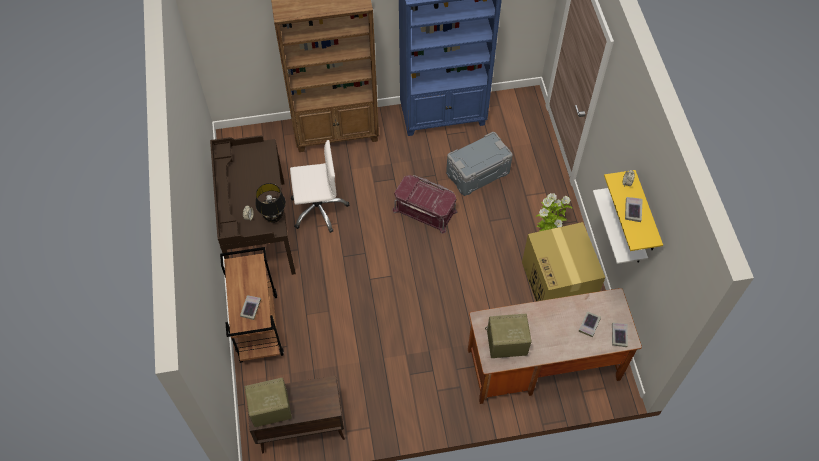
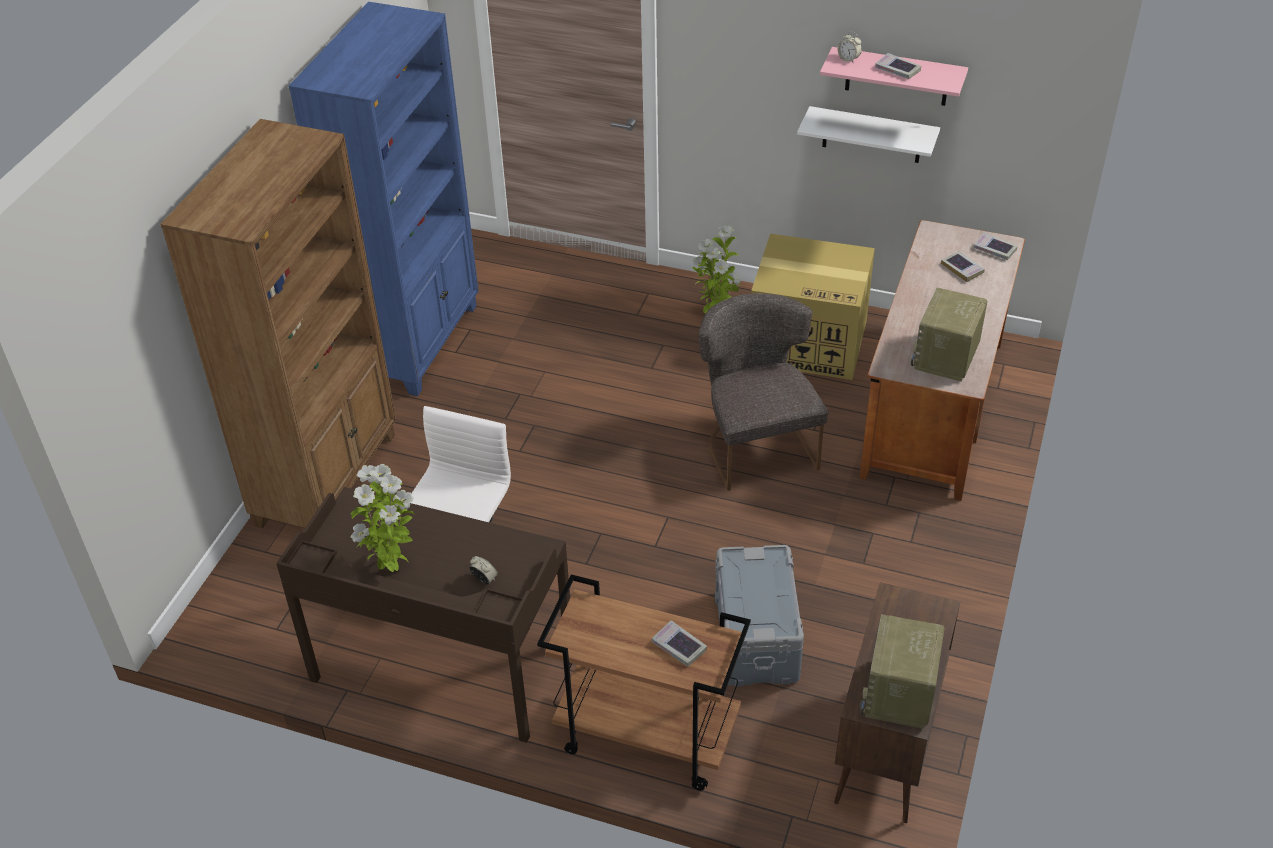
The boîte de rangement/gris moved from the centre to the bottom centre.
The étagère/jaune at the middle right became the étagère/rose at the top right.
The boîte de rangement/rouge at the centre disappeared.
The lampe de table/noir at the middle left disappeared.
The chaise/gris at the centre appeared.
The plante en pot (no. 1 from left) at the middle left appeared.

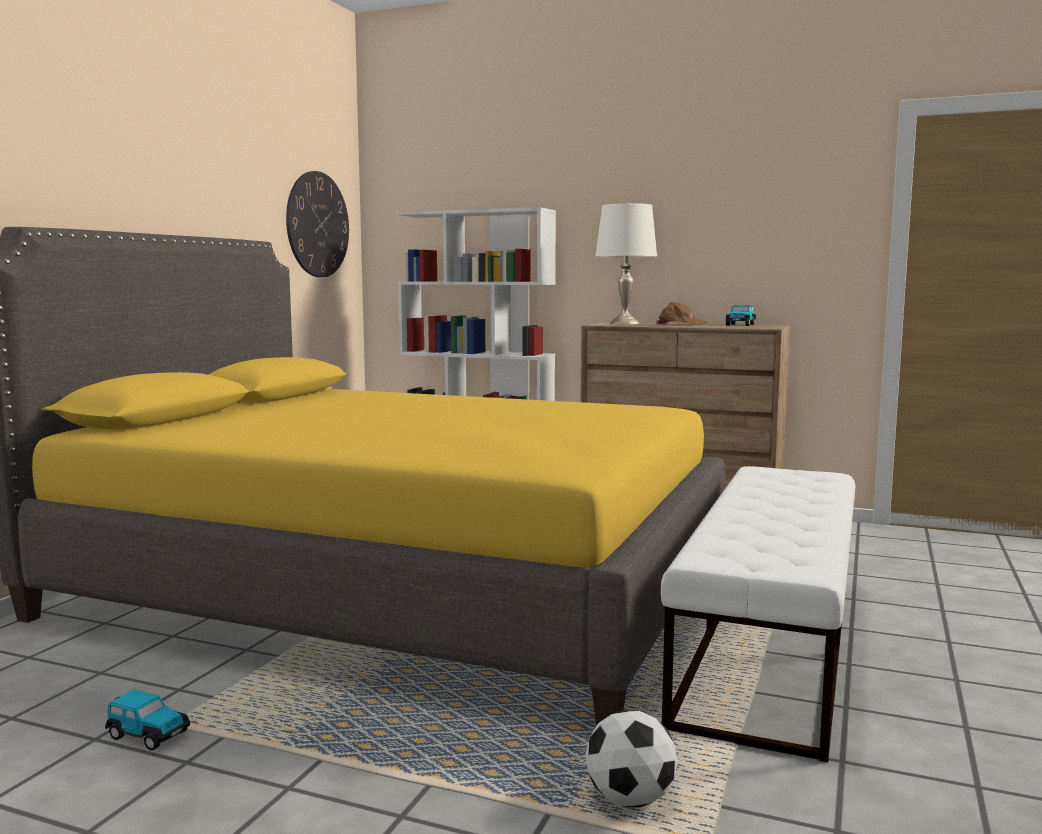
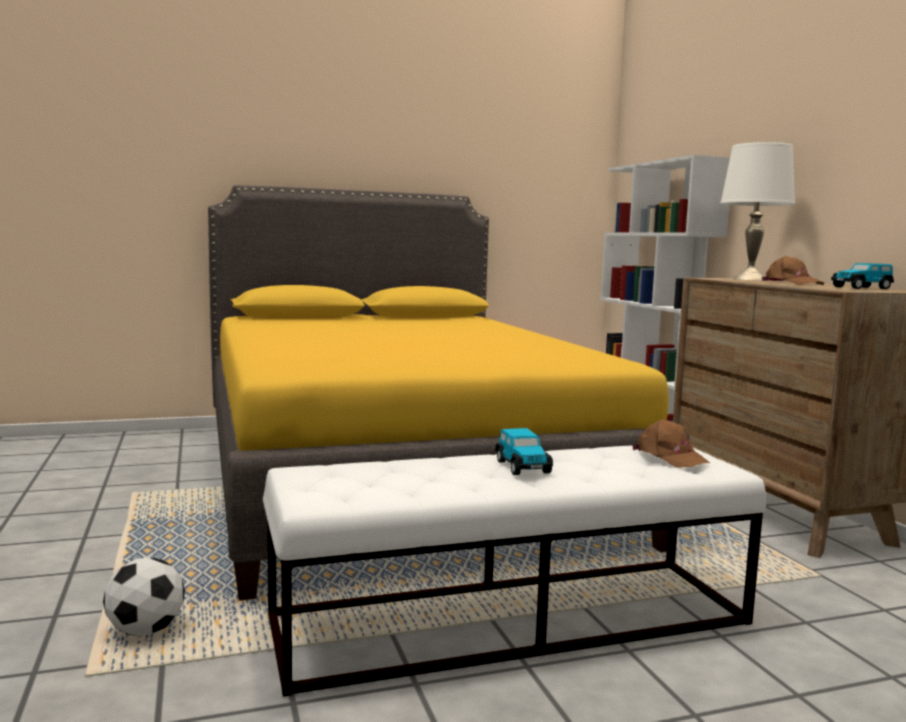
The horloge murale at the top left disappeared.
The petite voiture (no. 1 from left) moved from the bottom left to the centre.
The casquette/marron (no. 1 from left) at the middle right appeared.

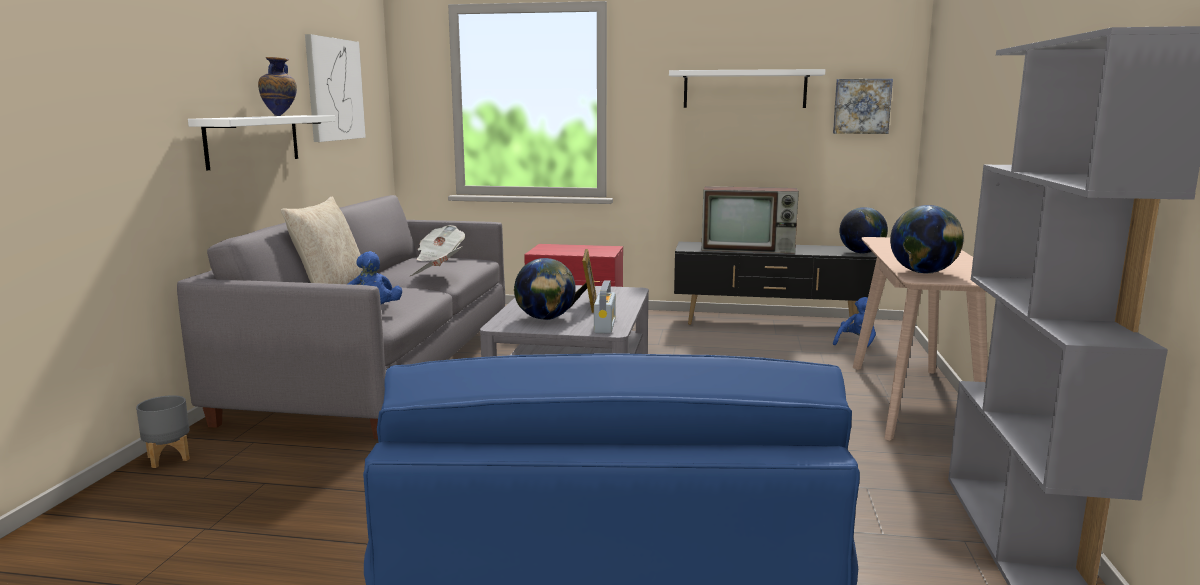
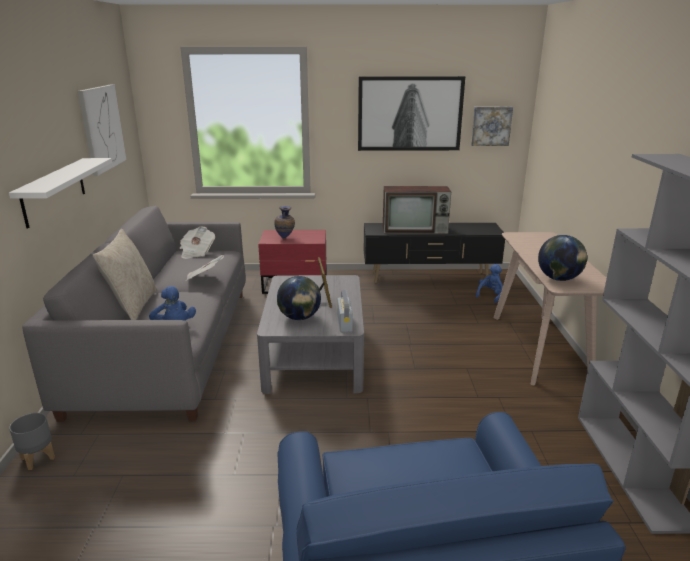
The vase moved from the top left to the centre.
The étagère/blanc (no. 2 from left) at the top centre was replaced by the tableau (no. 2 from left) at the top centre.
The globe (no. 2 from left) at the middle right disappeared.

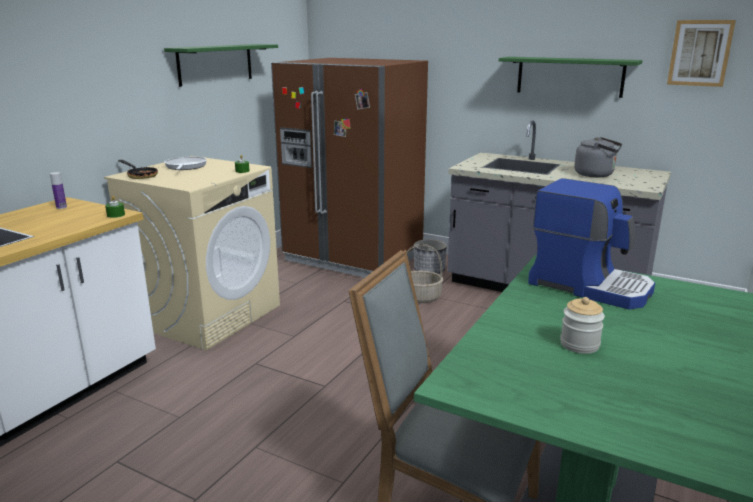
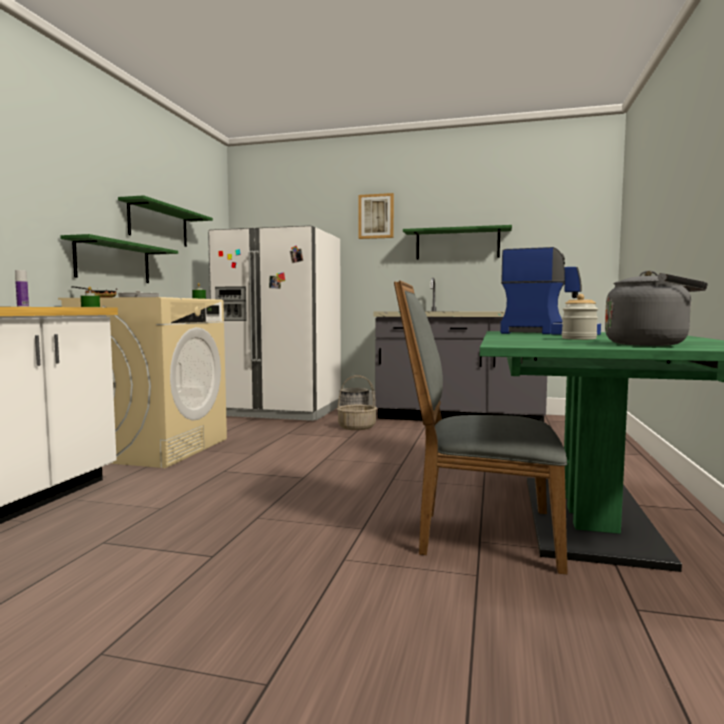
The tableau moved from the top right to the top centre.
The réfrigérateur/marron at the centre became the réfrigérateur/blanc at the centre.
The bouilloire/gris moved from the top right to the middle right.
The étagère/vert (no. 1 from left) at the middle left appeared.

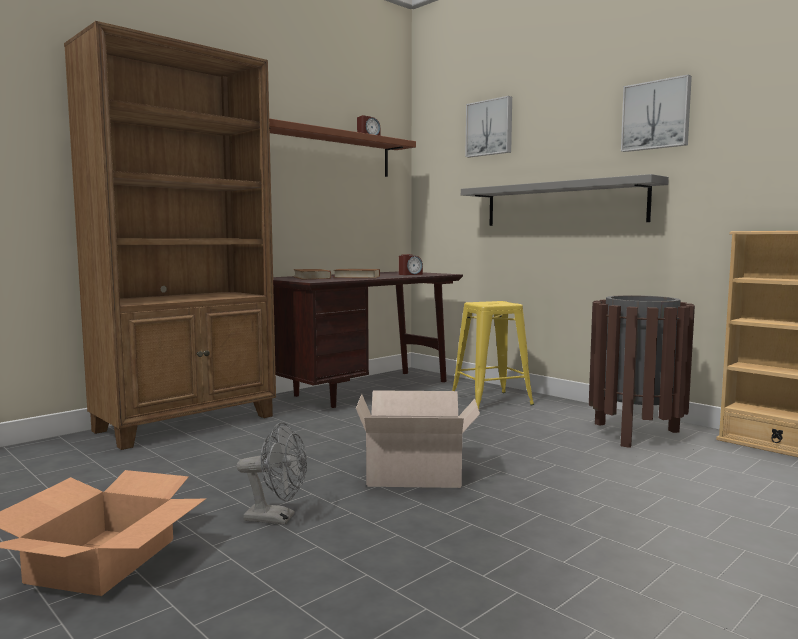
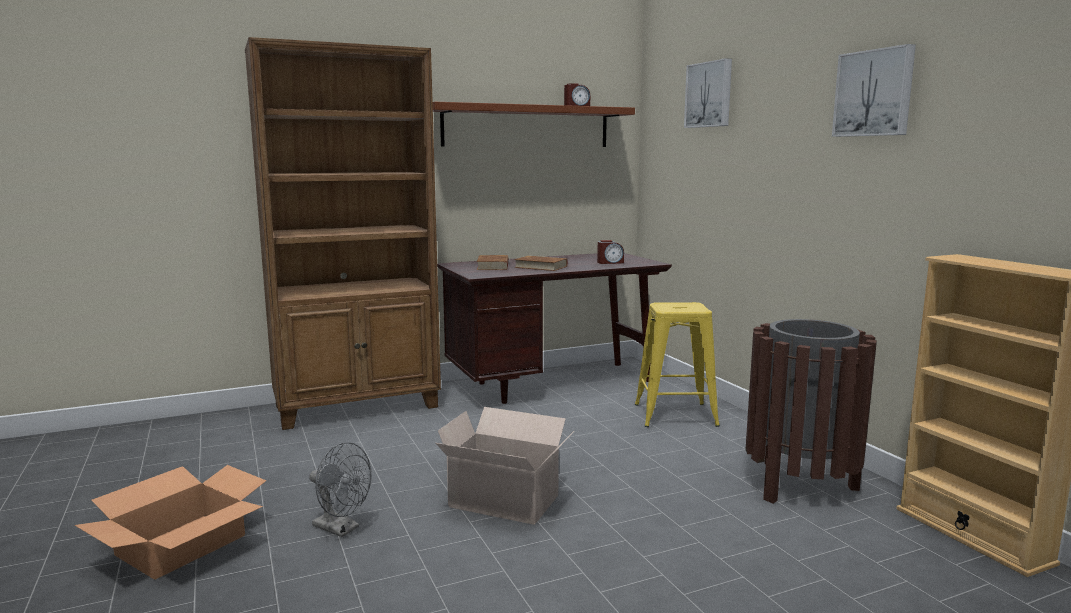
The étagère/gris at the top right disappeared.

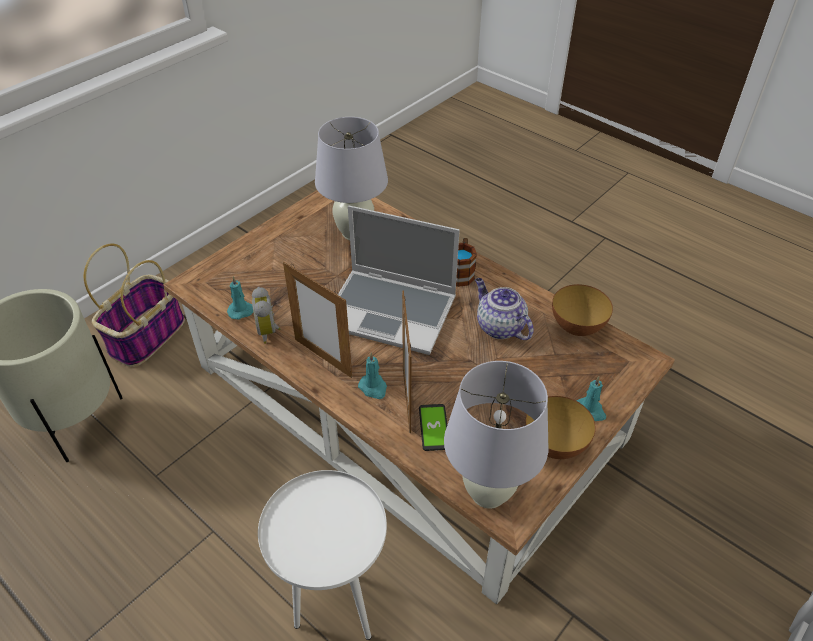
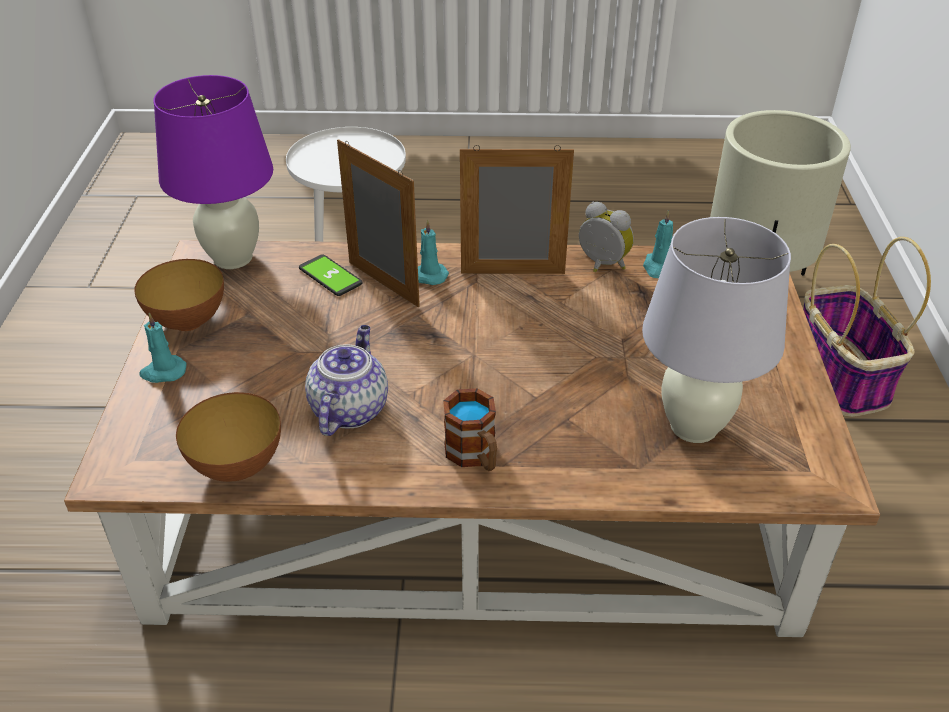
The ordinateur portable at the centre disappeared.
The théière at the centre turned 90 degrees counterclockwise.
The lampe de table/blanc (no. 2 from left) at the bottom centre became the lampe de table/violet at the top left.

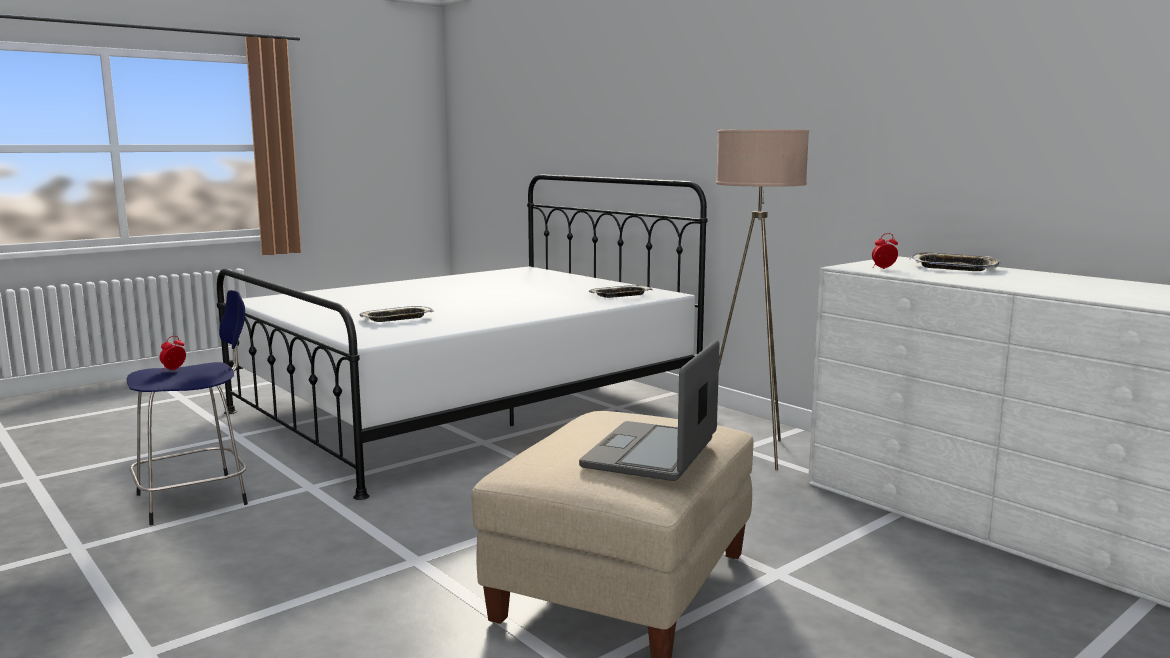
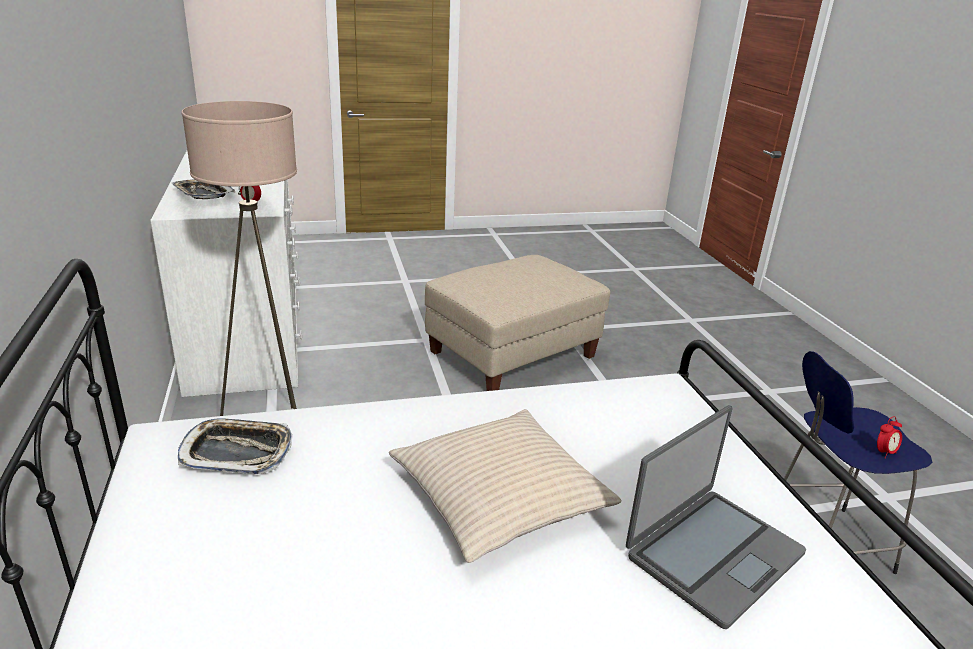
The plateau (no. 1 from left) at the centre disappeared.
The ordinateur portable moved from the centre to the bottom right.
The coussin/beige at the bottom centre appeared.

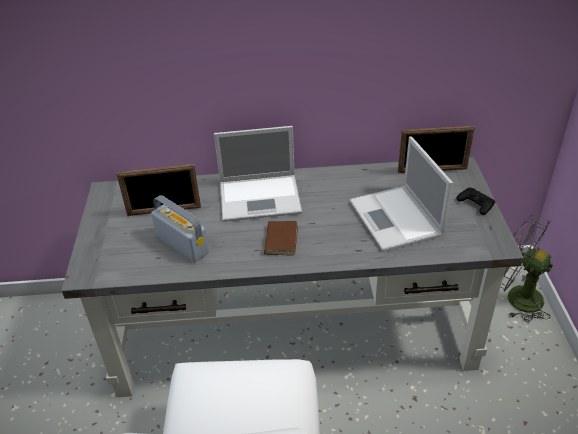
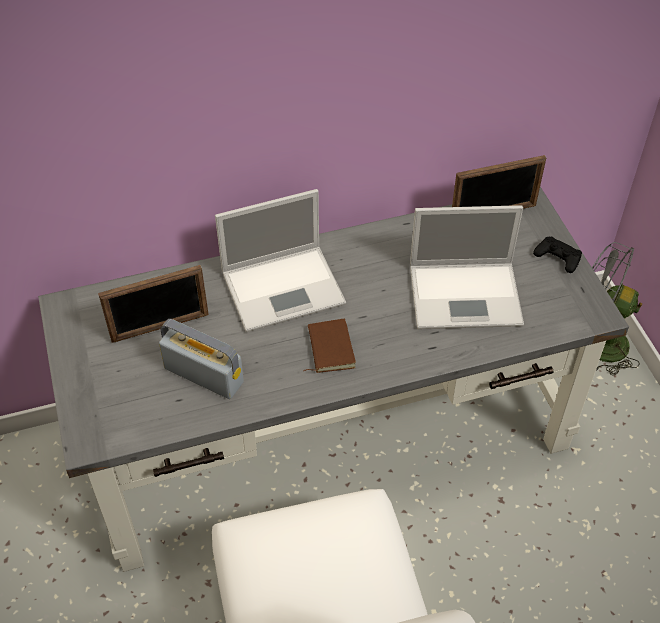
The ordinateur portable (no. 2 from left) at the middle right turned 60 degrees counterclockwise.

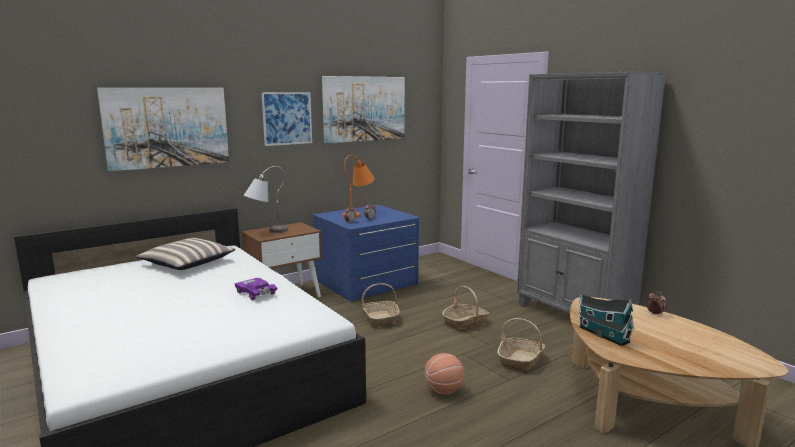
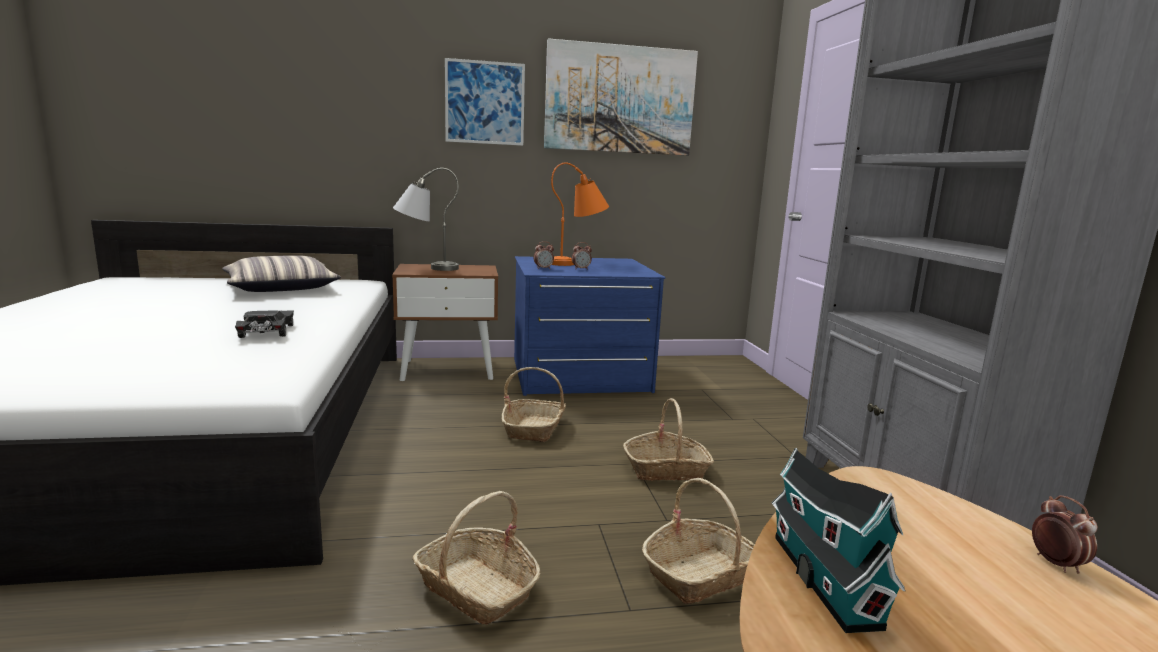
The tableau (no. 1 from left) at the top left disappeared.
The petite voiture/violet at the middle left became the petite voiture/noir at the middle left.
The ballon de basket at the bottom centre was replaced by the panier (no. 1 from left) at the bottom centre.

